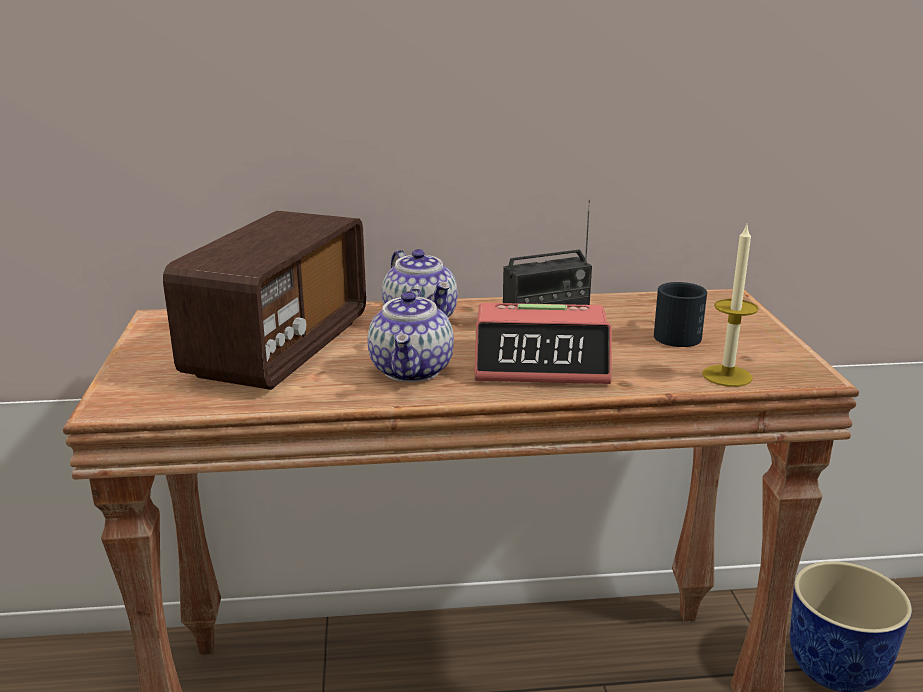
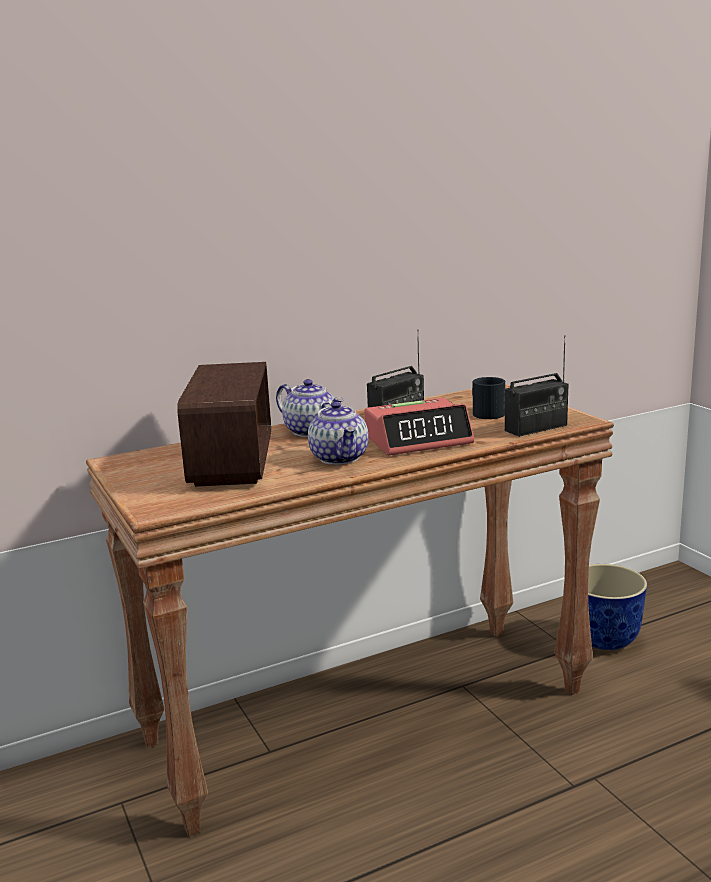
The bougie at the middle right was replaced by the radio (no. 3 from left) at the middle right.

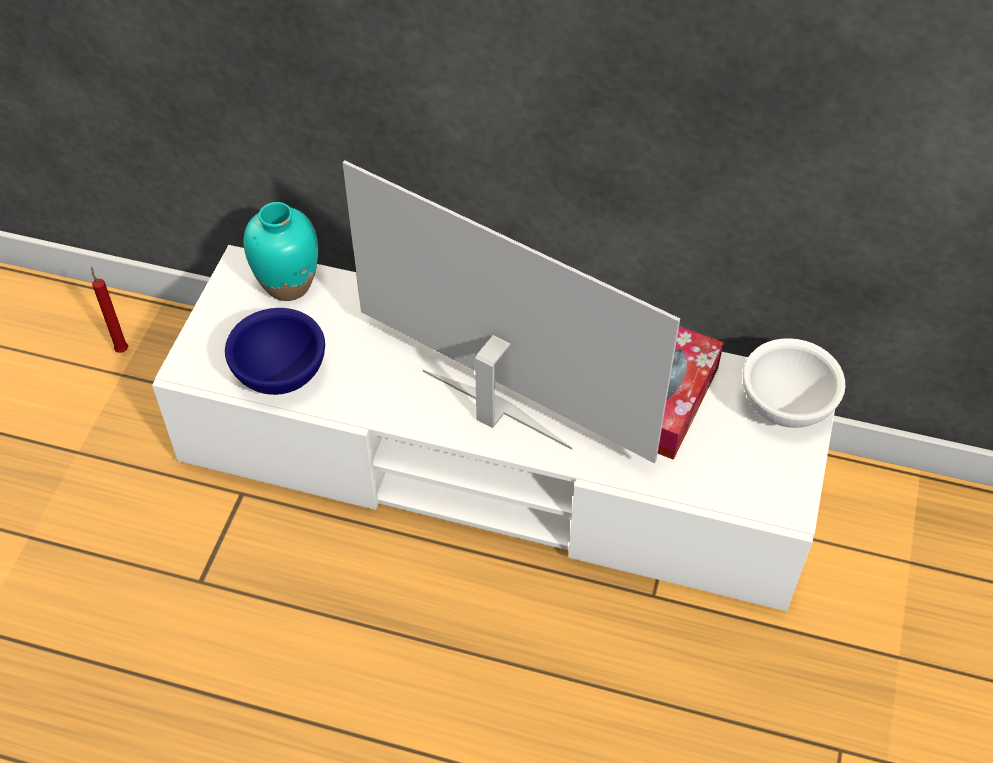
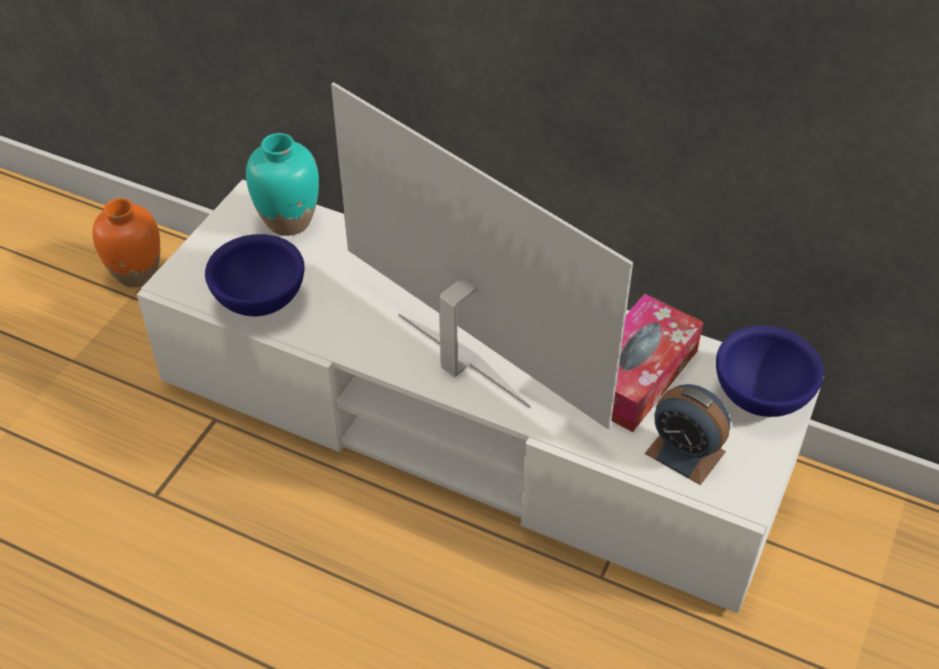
The bougie/rouge at the middle left was replaced by the vase/orange at the middle left.
The bol/blanc at the middle right became the bol/bleu (no. 2 from left) at the middle right.
The réveil at the middle right appeared.

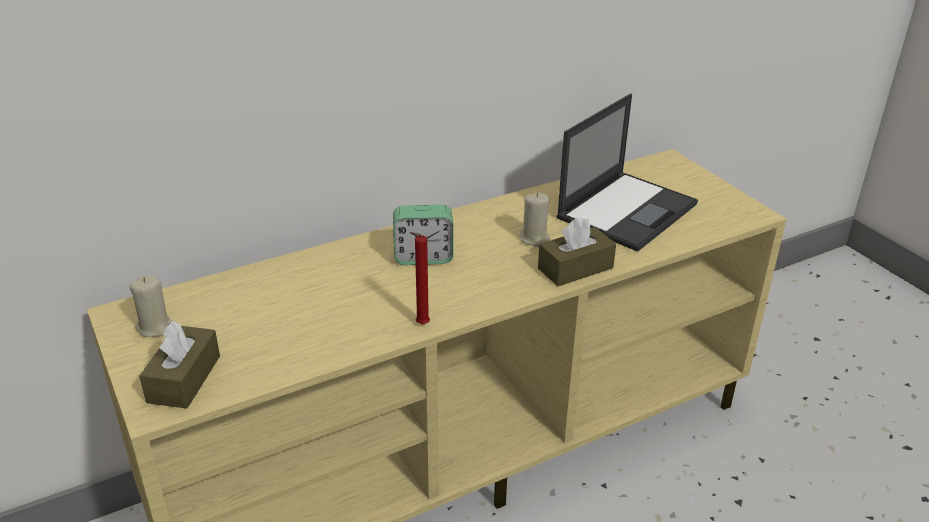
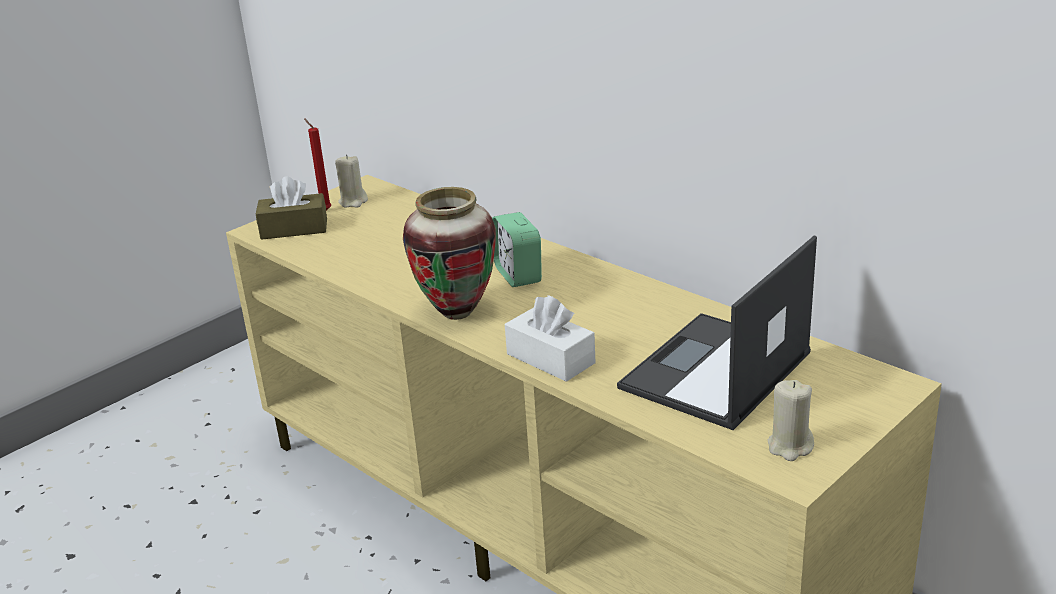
The ordinateur portable at the top right turned 105 degrees clockwise.
The bougie/beige (no. 2 from left) moved from the centre to the bottom right.
The boîte à mouchoirs/marron (no. 2 from left) at the centre became the boîte à mouchoirs/blanc at the centre.
The bougie/rouge moved from the centre to the top left.
The vase at the centre appeared.

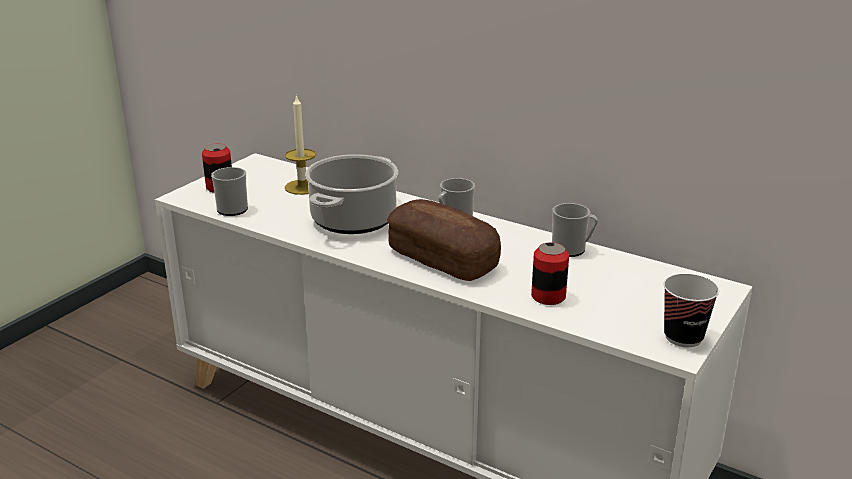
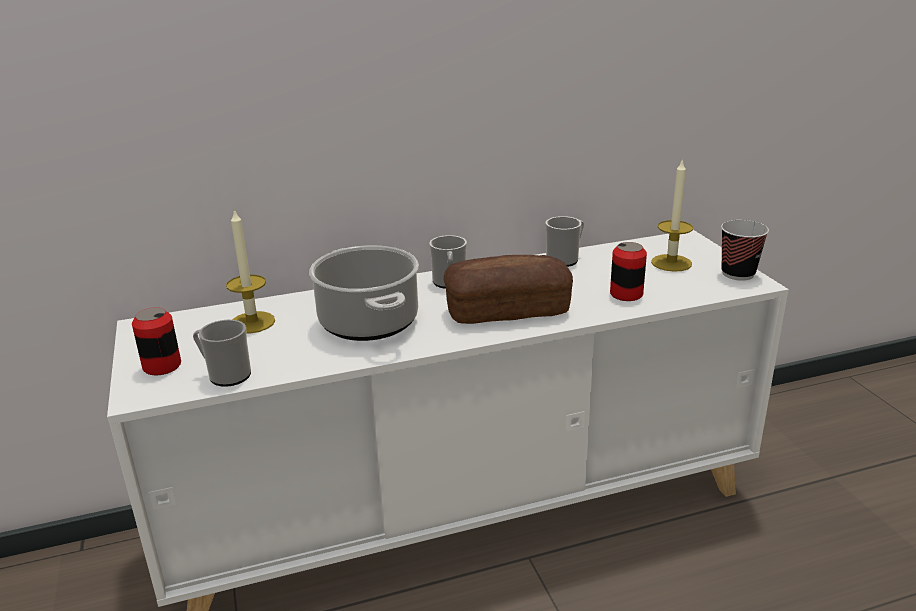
The bougie (no. 2 from left) at the middle right appeared.

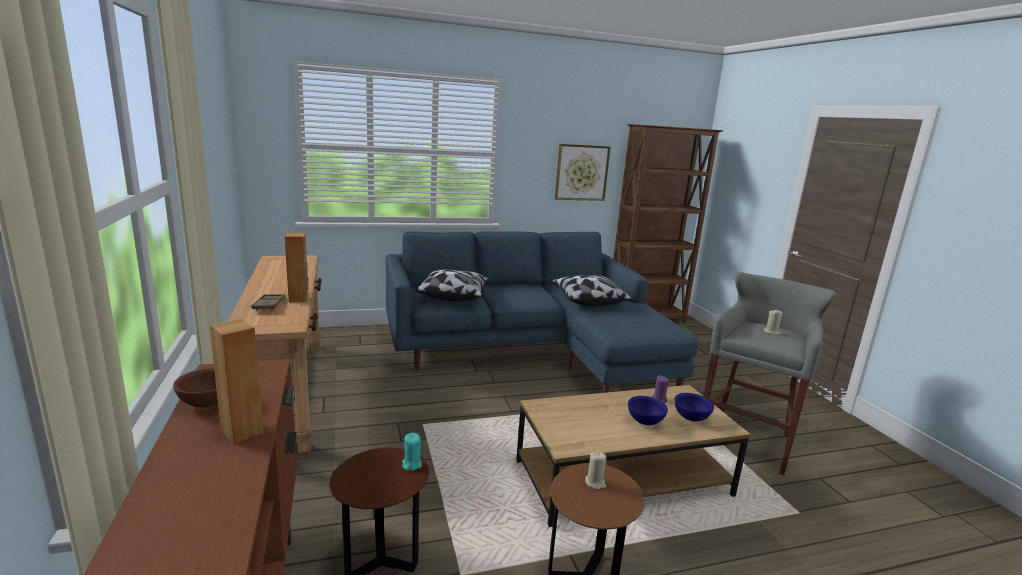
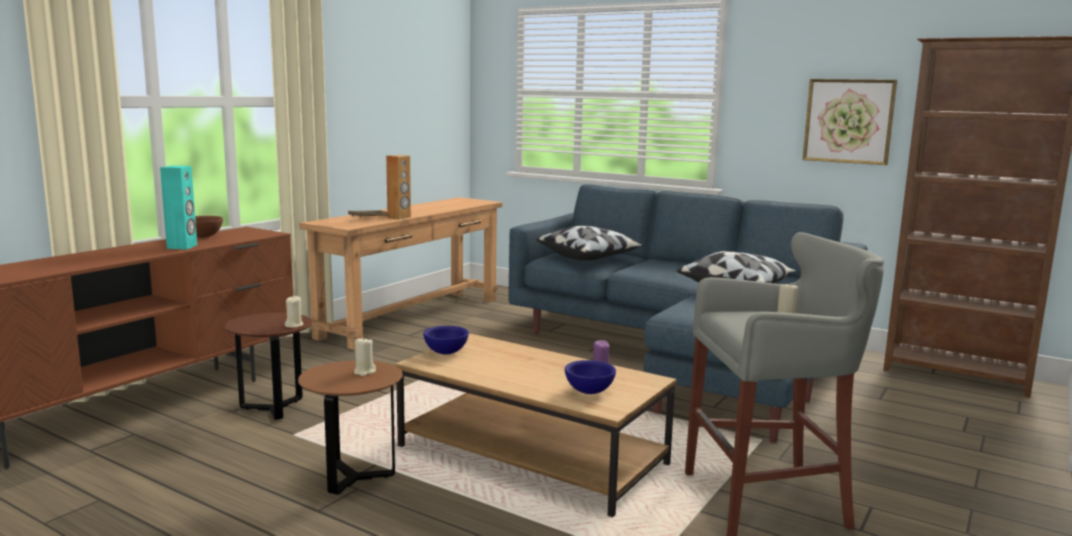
The enceinte/marron (no. 1 from left) at the middle left became the enceinte/turquoise at the middle left.
The bol/bleu (no. 1 from left) moved from the bottom centre to the centre.
The bougie/turquoise at the bottom centre became the bougie/beige (no. 1 from left) at the middle left.

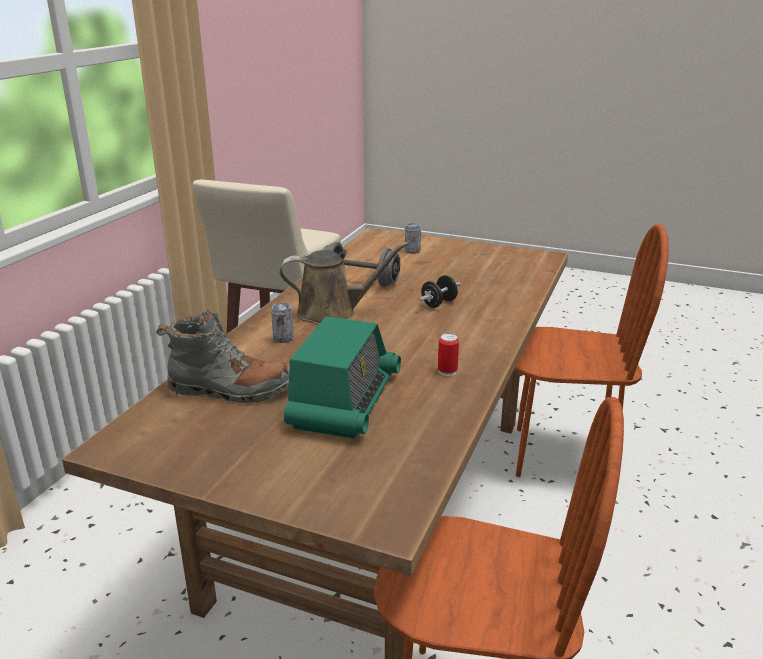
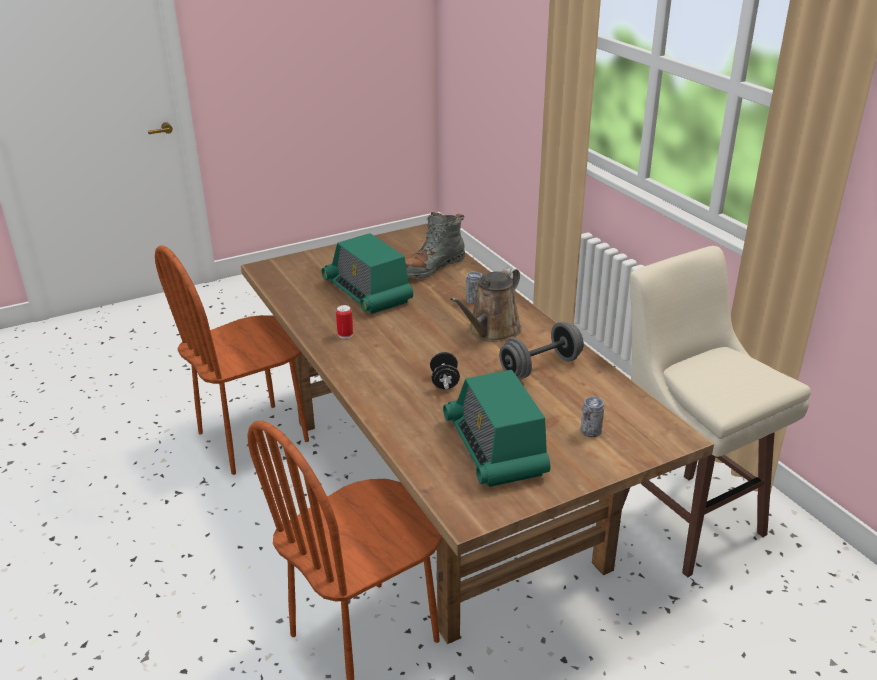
The radio (no. 2 from left) at the centre appeared.

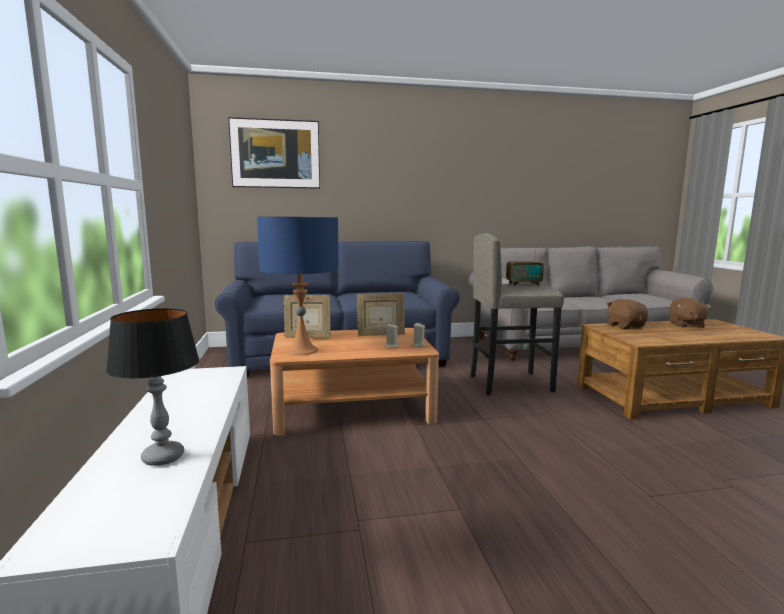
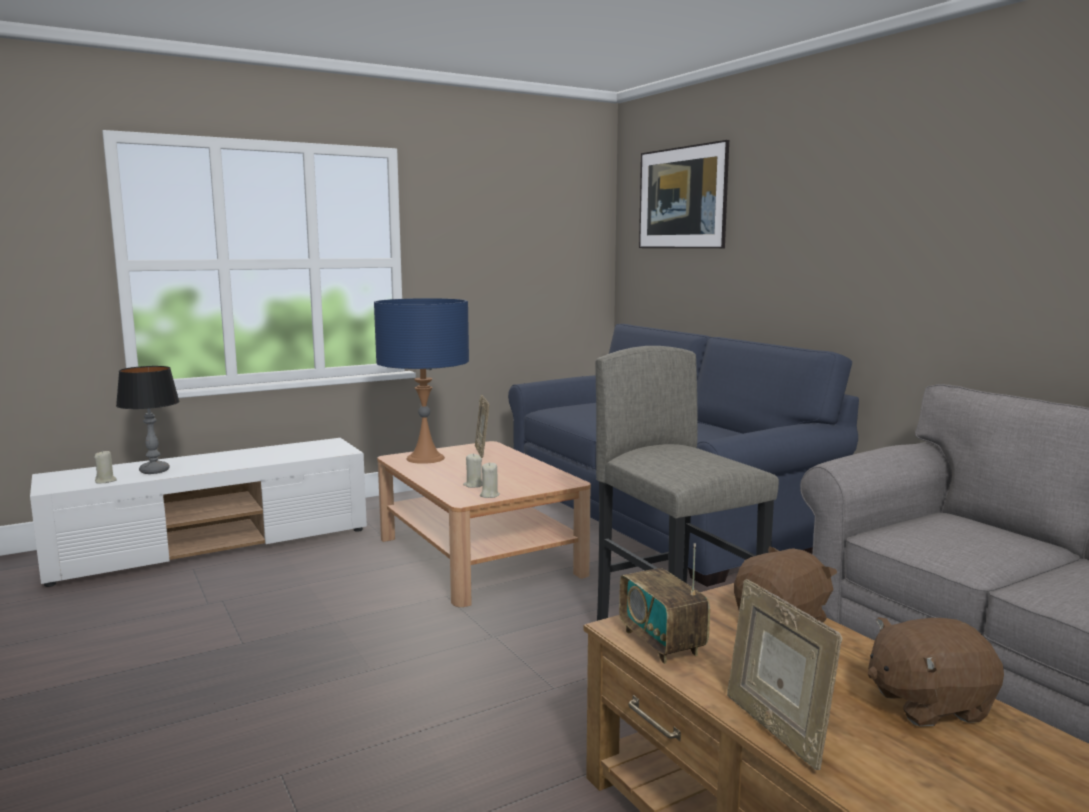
The radio moved from the middle right to the bottom centre.
The cadre photo (no. 2 from left) moved from the centre to the bottom right.
The bougie/beige (no. 1 from left) at the middle left appeared.

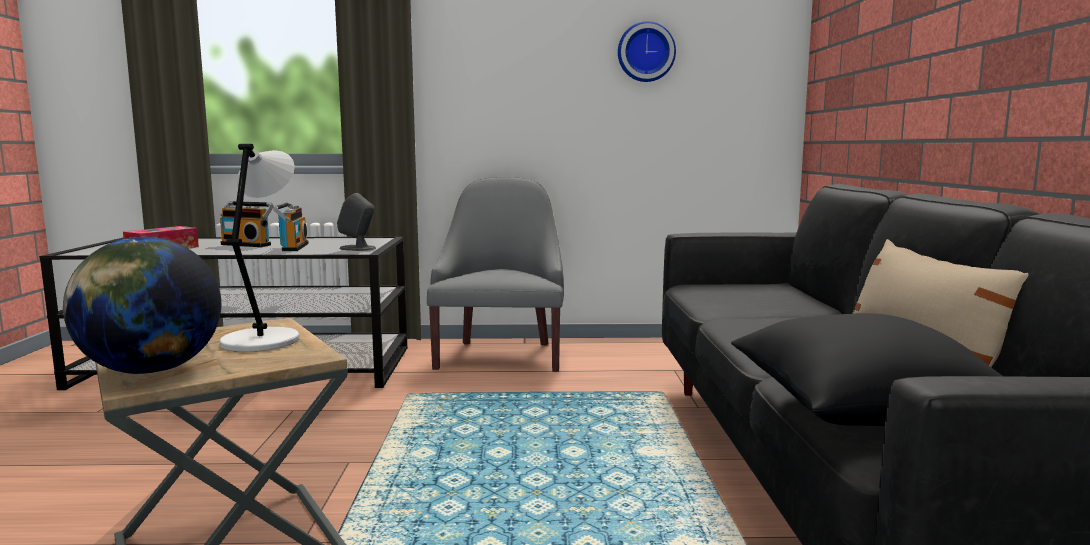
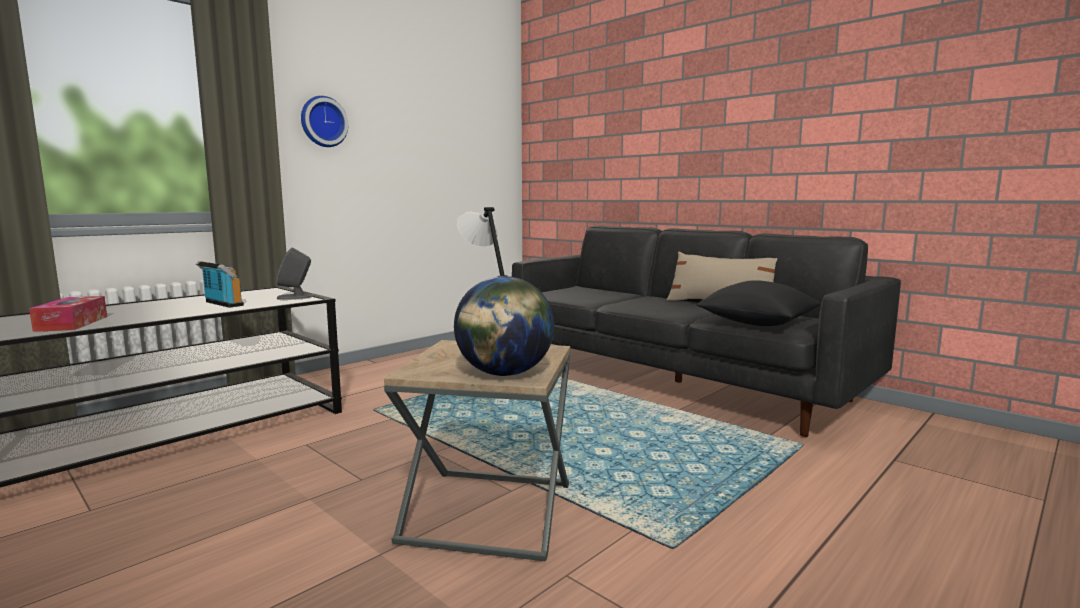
The horloge murale moved from the top centre to the top left.
The fauteuil/gris at the centre disappeared.
The radio (no. 1 from left) at the middle left disappeared.

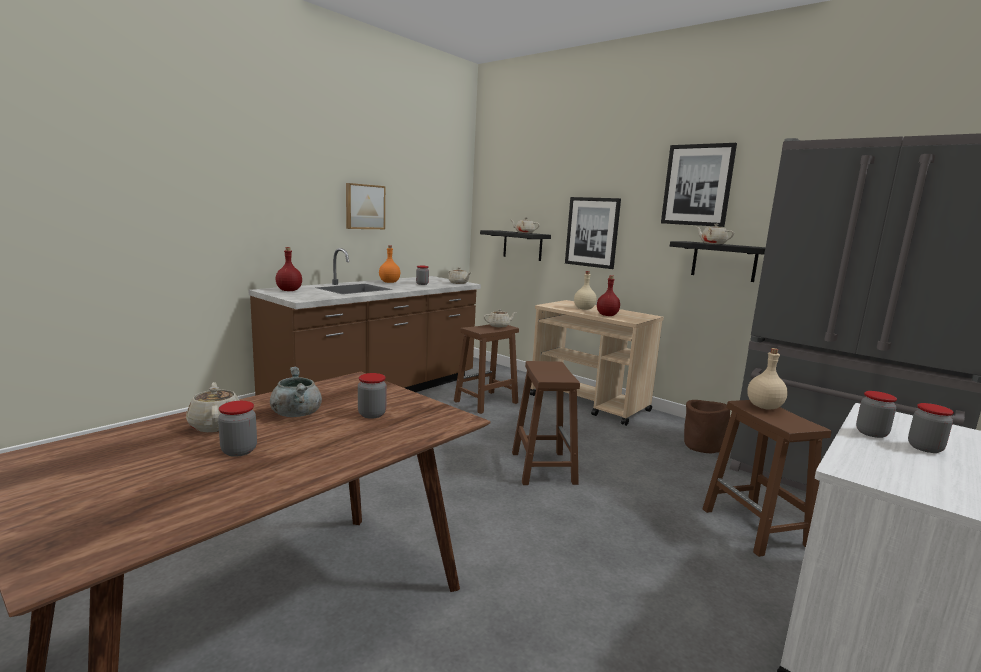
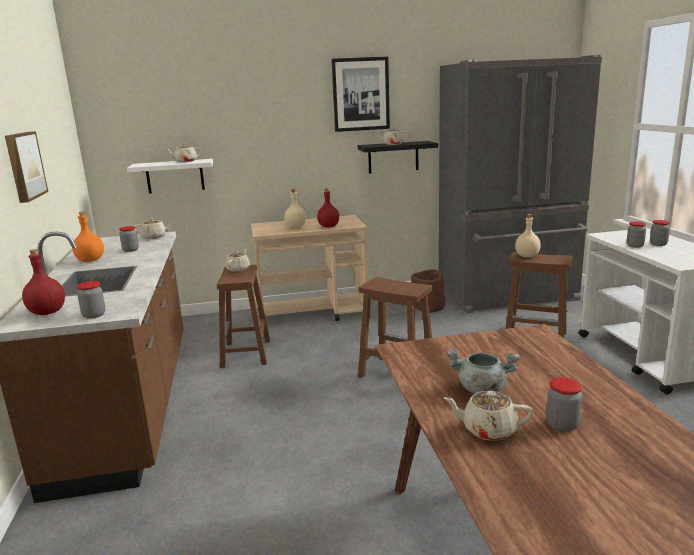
The tableau (no. 2 from left) at the centre disappeared.
The étagère/noir (no. 1 from left) at the centre became the étagère/blanc at the top left.
The bocal (no. 2 from left in the first image) moved from the centre to the middle left.

